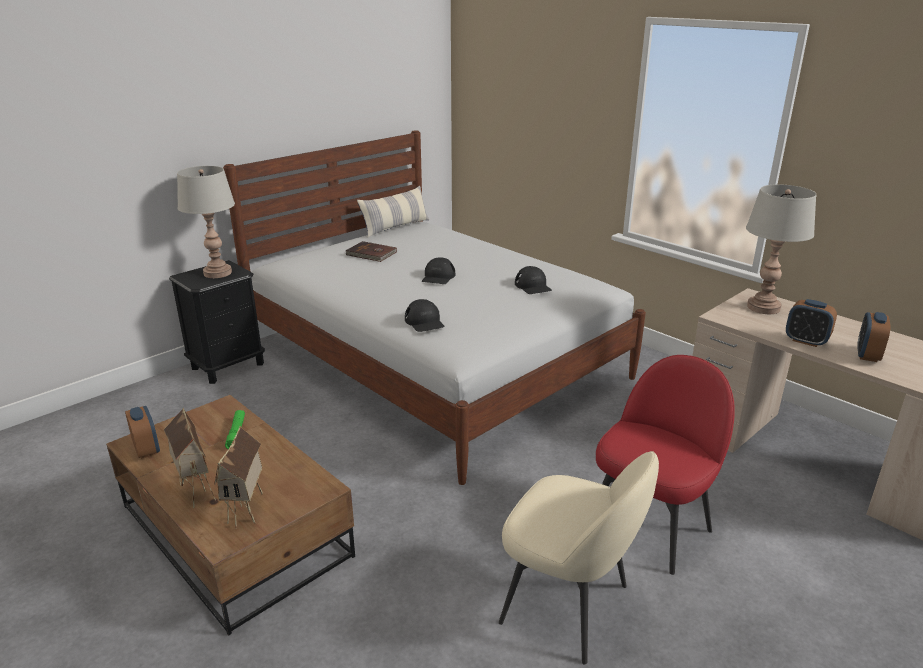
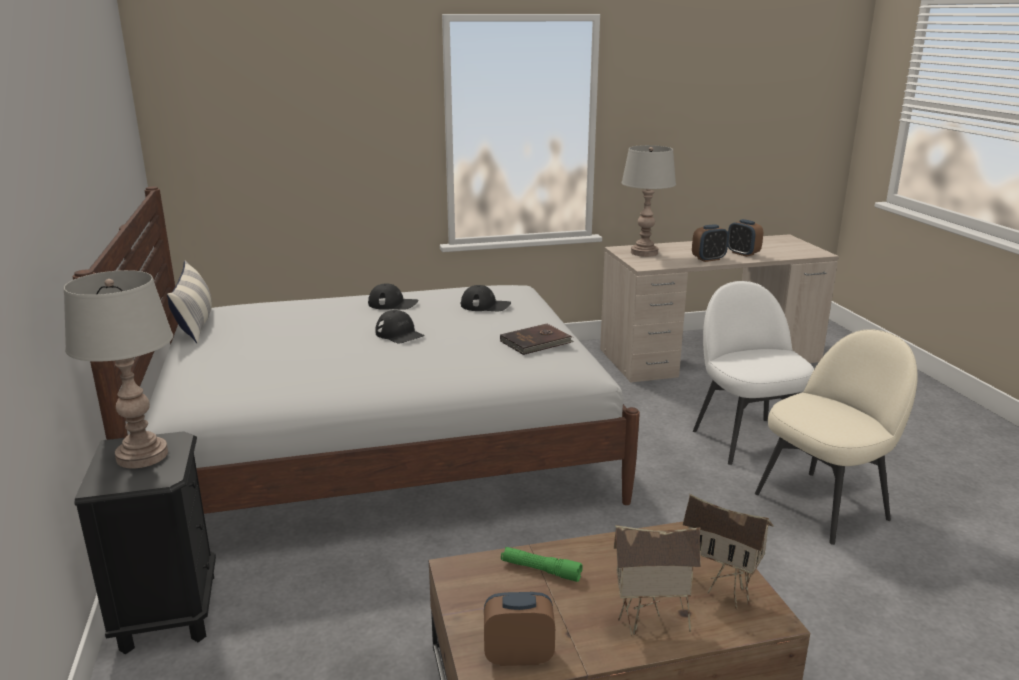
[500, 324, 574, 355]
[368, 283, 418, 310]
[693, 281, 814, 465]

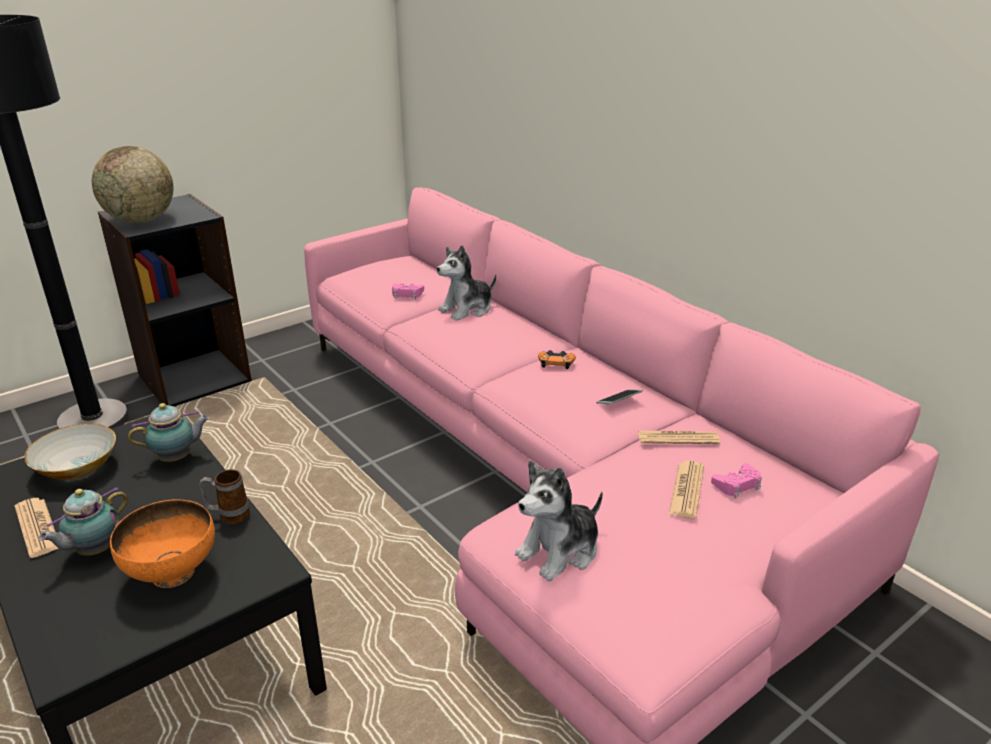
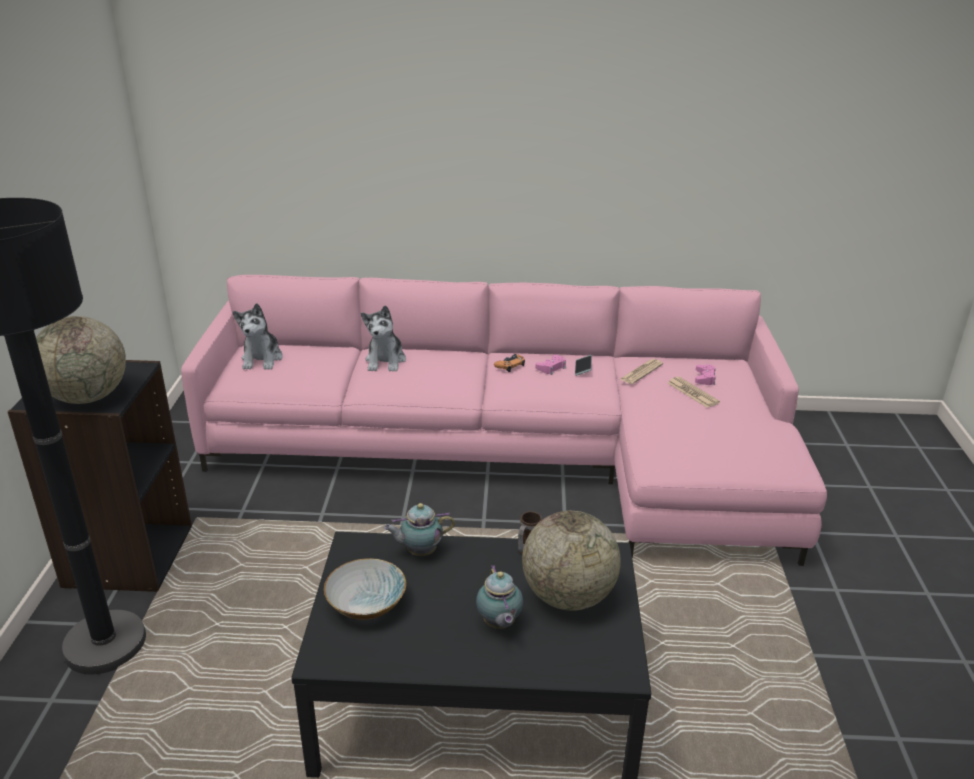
[14, 498, 59, 558] (first image)
[522, 511, 621, 611]
[384, 503, 455, 556]
[535, 355, 566, 375]
[233, 303, 283, 370]

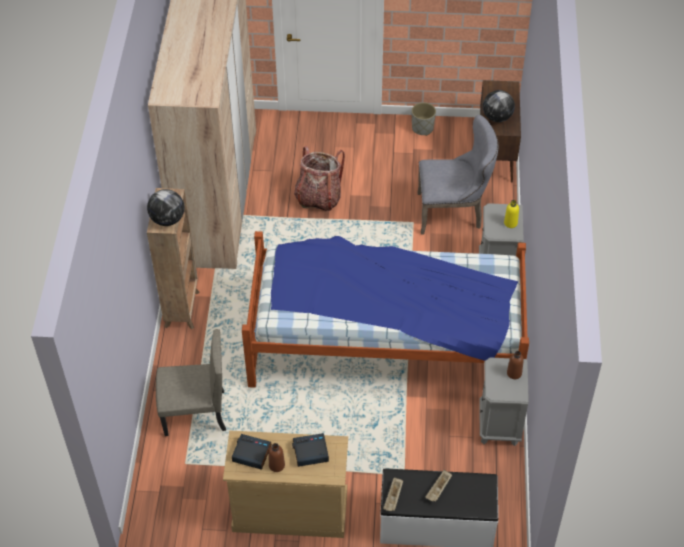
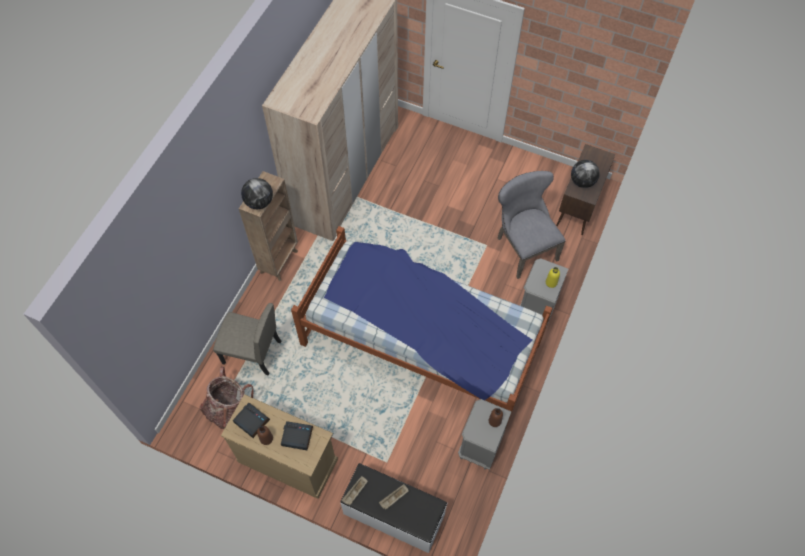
[199, 366, 254, 429]
[412, 102, 436, 136] (first image)
[497, 171, 566, 279]

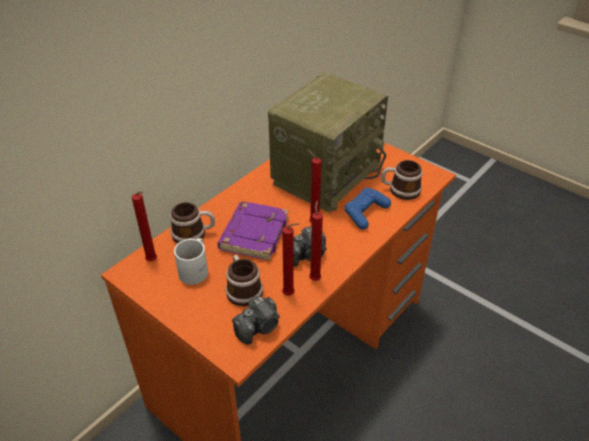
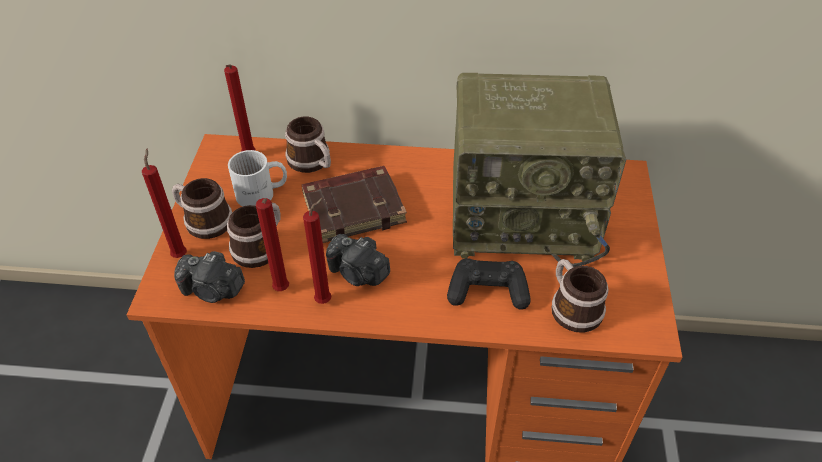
[302, 166, 407, 243]
[142, 149, 187, 258]
[447, 258, 531, 310]
[172, 178, 232, 239]

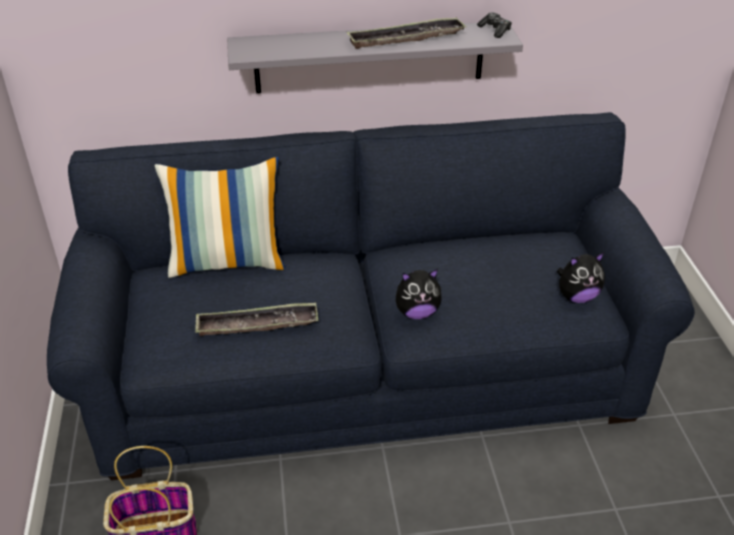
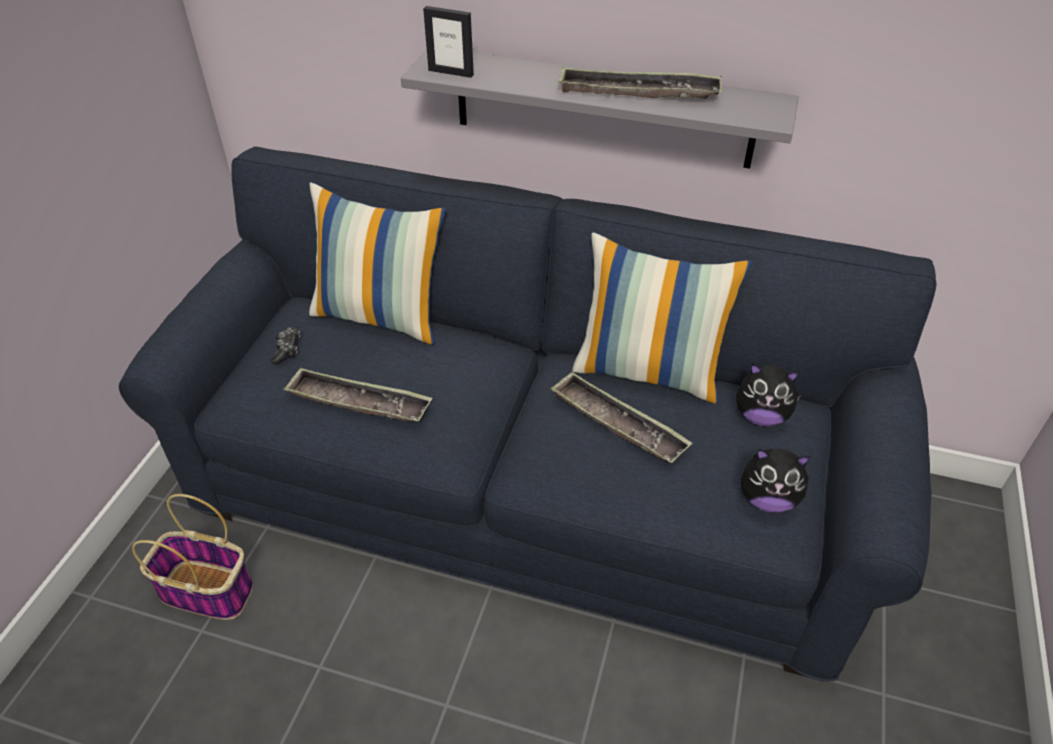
[736, 363, 802, 427]
[271, 327, 300, 364]
[423, 6, 474, 78]
[550, 371, 692, 463]
[572, 232, 752, 404]

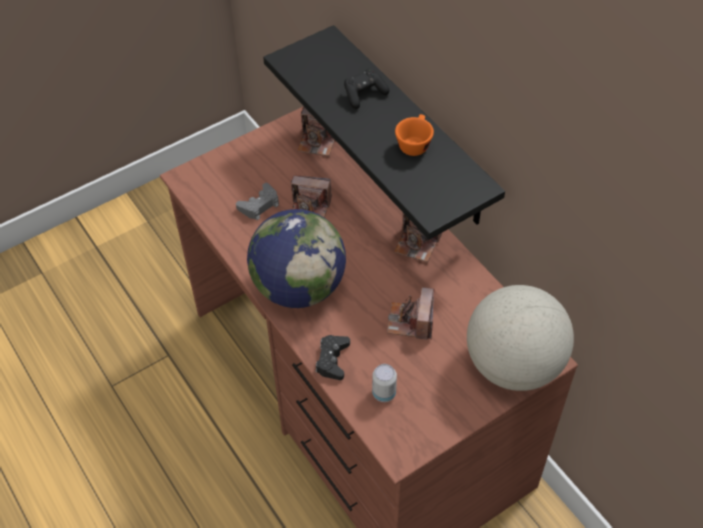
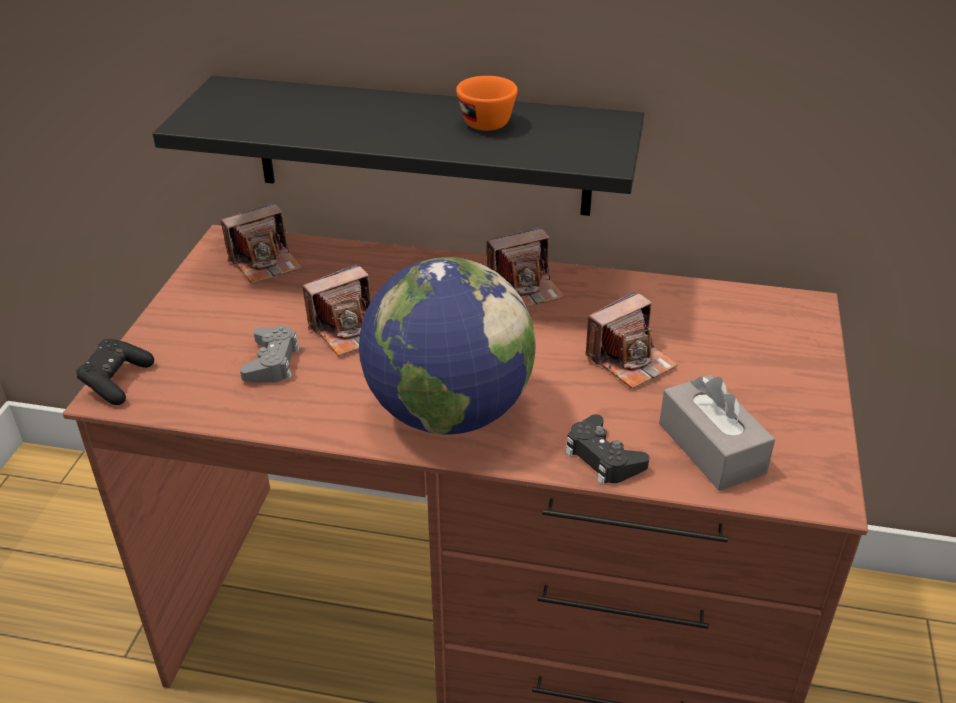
[76, 339, 154, 405]
[659, 375, 775, 491]
[585, 291, 678, 389]
[467, 285, 574, 391] (first image)

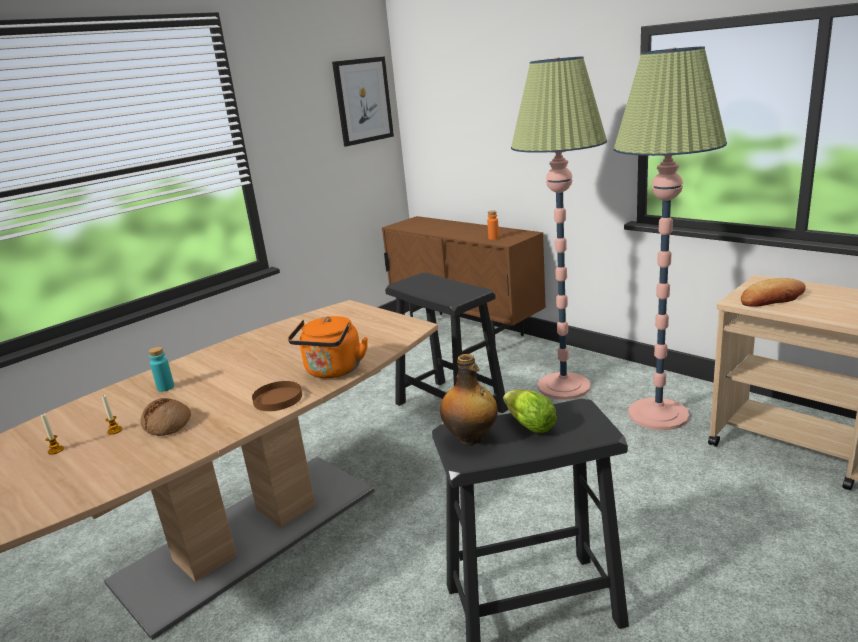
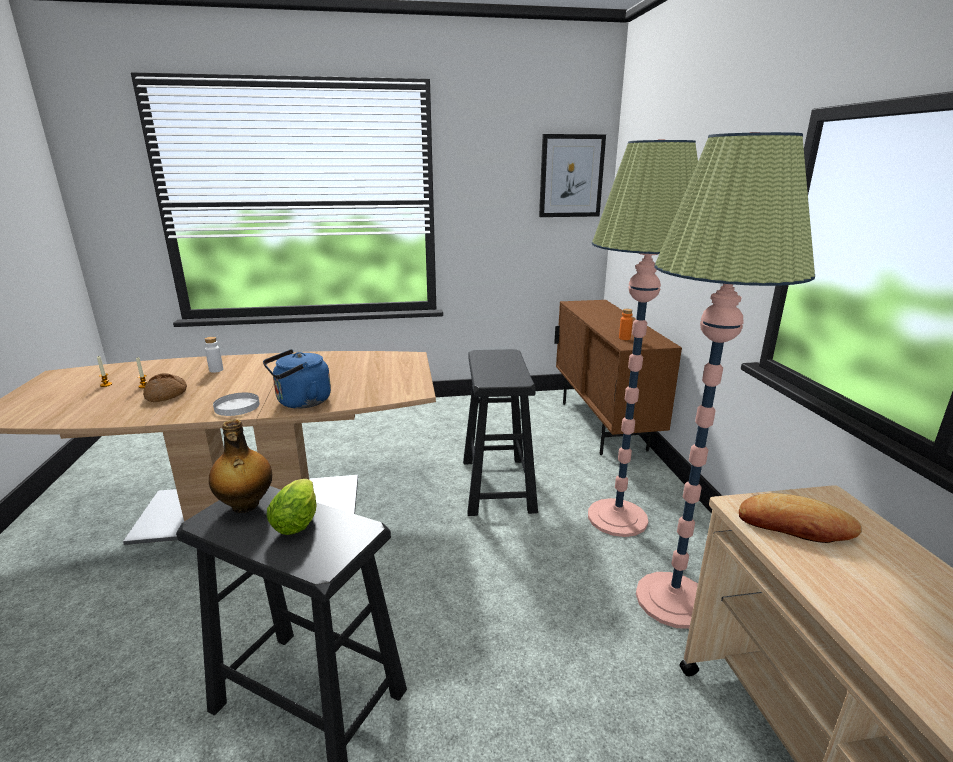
[205, 337, 223, 373]
[213, 393, 260, 416]
[263, 349, 331, 409]

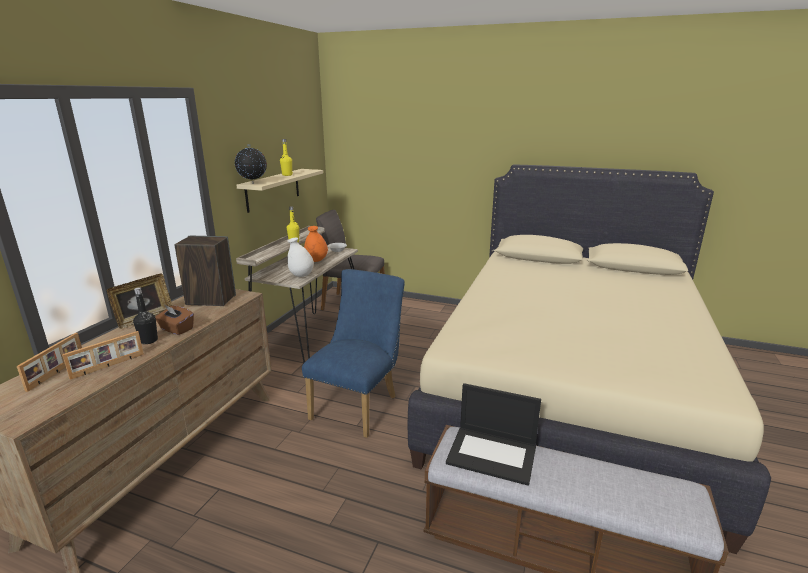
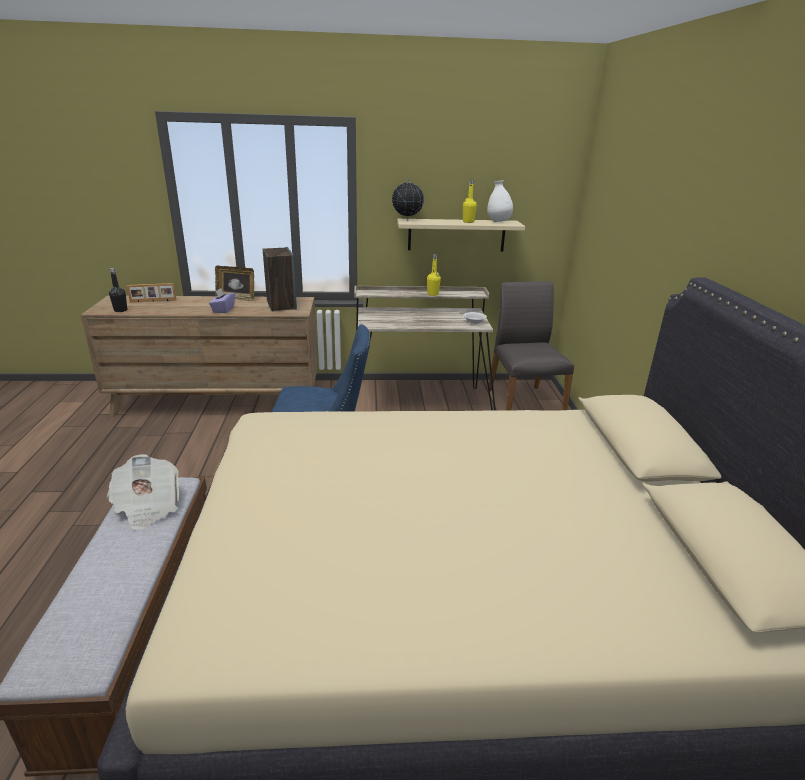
[62, 331, 144, 380] (first image)
[109, 268, 127, 312]
[209, 288, 235, 313]
[487, 180, 513, 222]
[304, 226, 328, 262] (first image)
[107, 454, 179, 530]

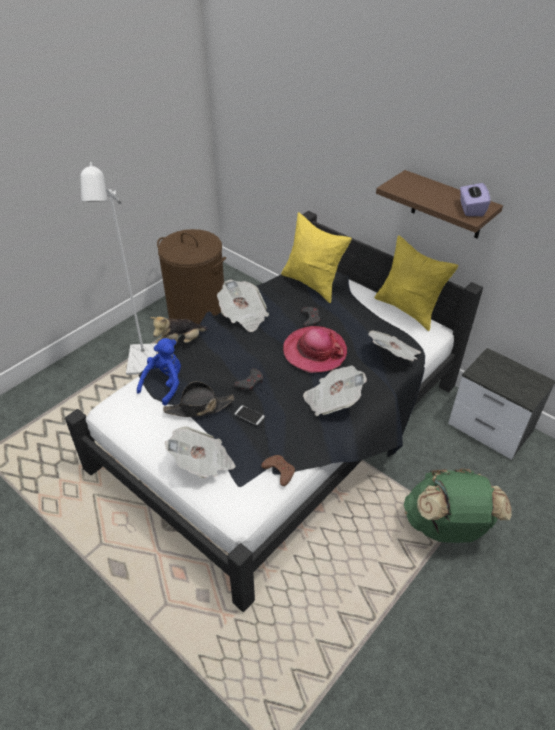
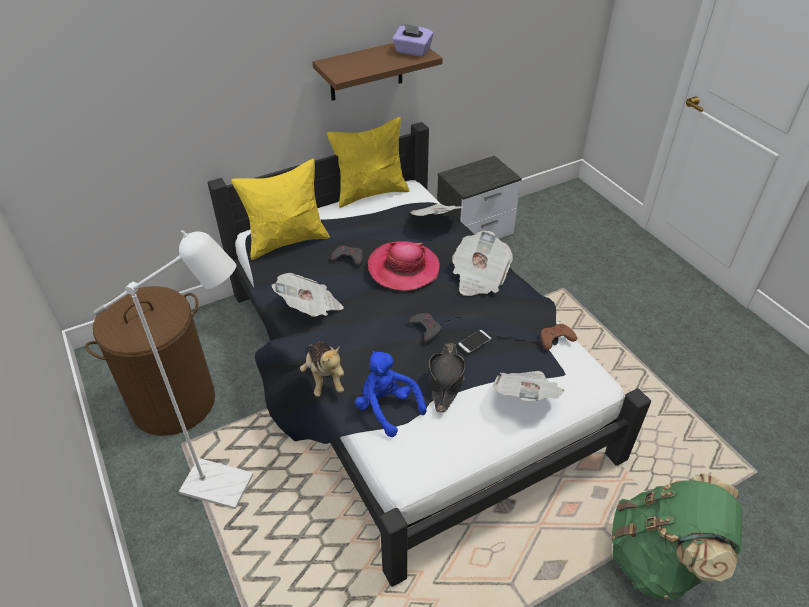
[612, 474, 742, 600]

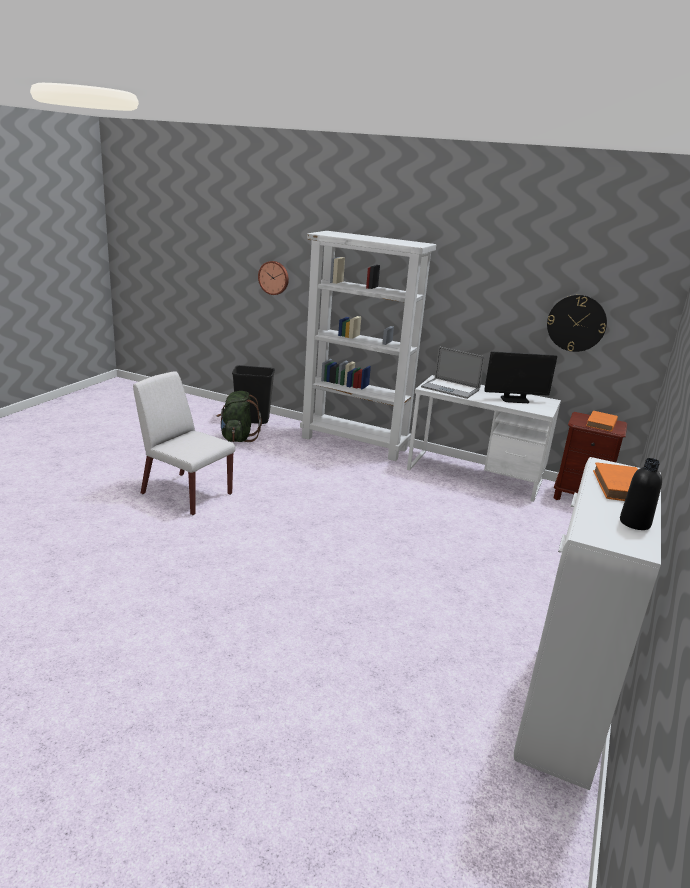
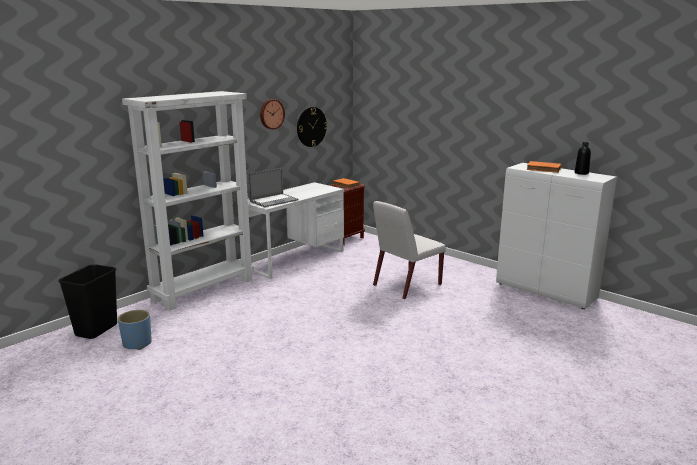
[373, 201, 446, 299]
[118, 310, 152, 350]
[260, 99, 285, 129]
[484, 351, 557, 403] (first image)

